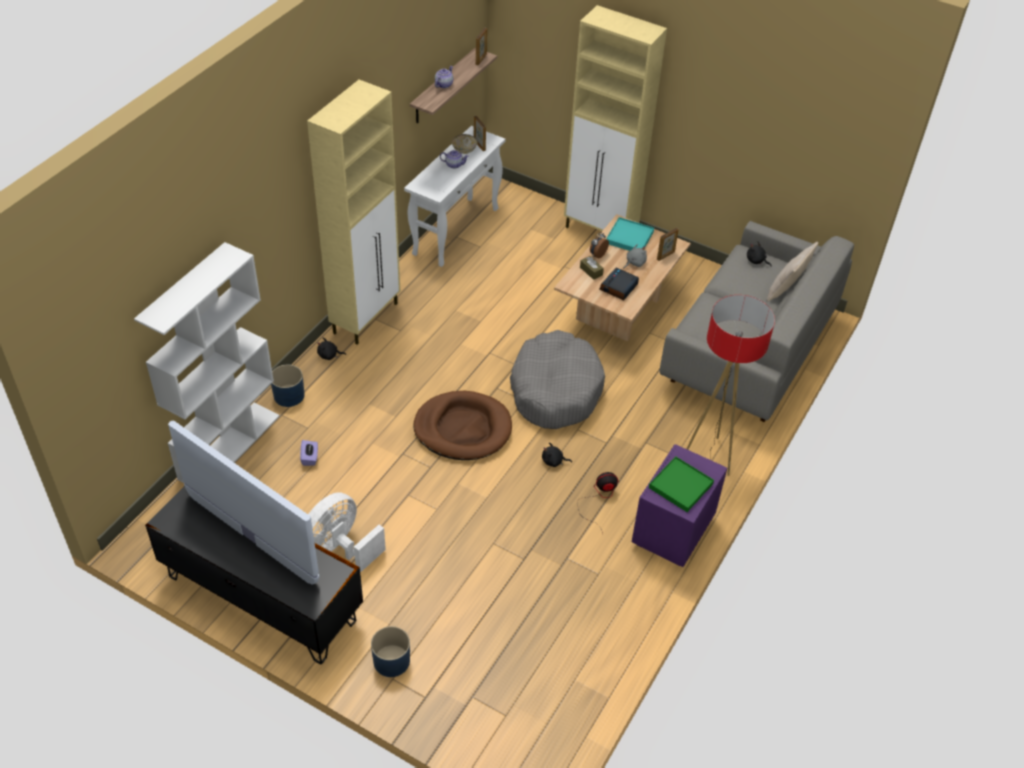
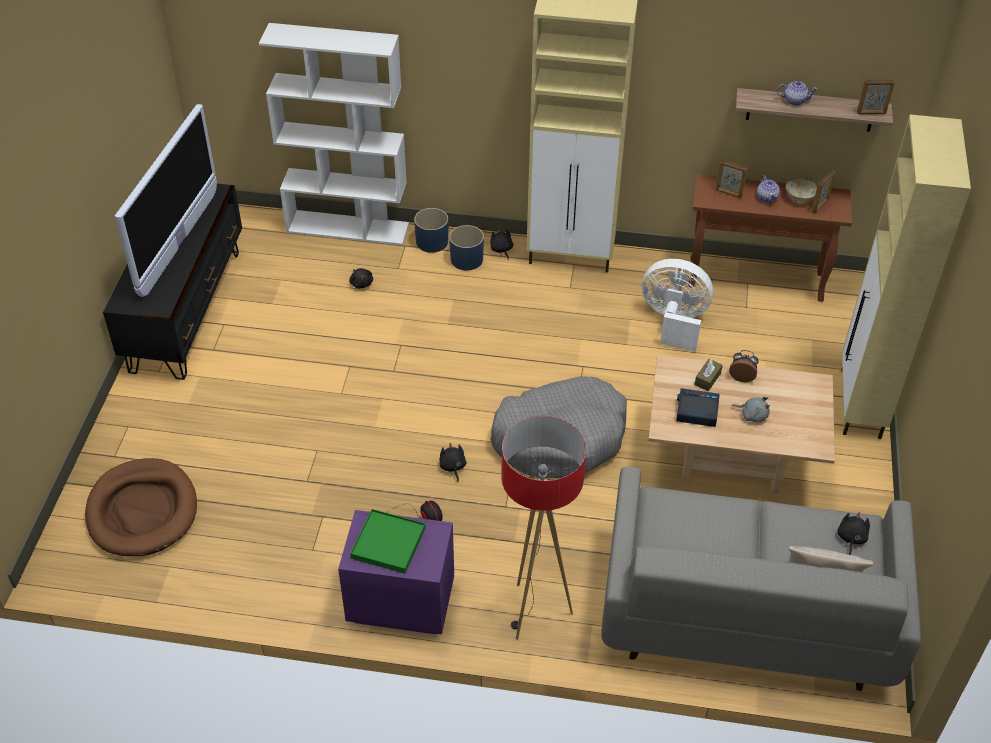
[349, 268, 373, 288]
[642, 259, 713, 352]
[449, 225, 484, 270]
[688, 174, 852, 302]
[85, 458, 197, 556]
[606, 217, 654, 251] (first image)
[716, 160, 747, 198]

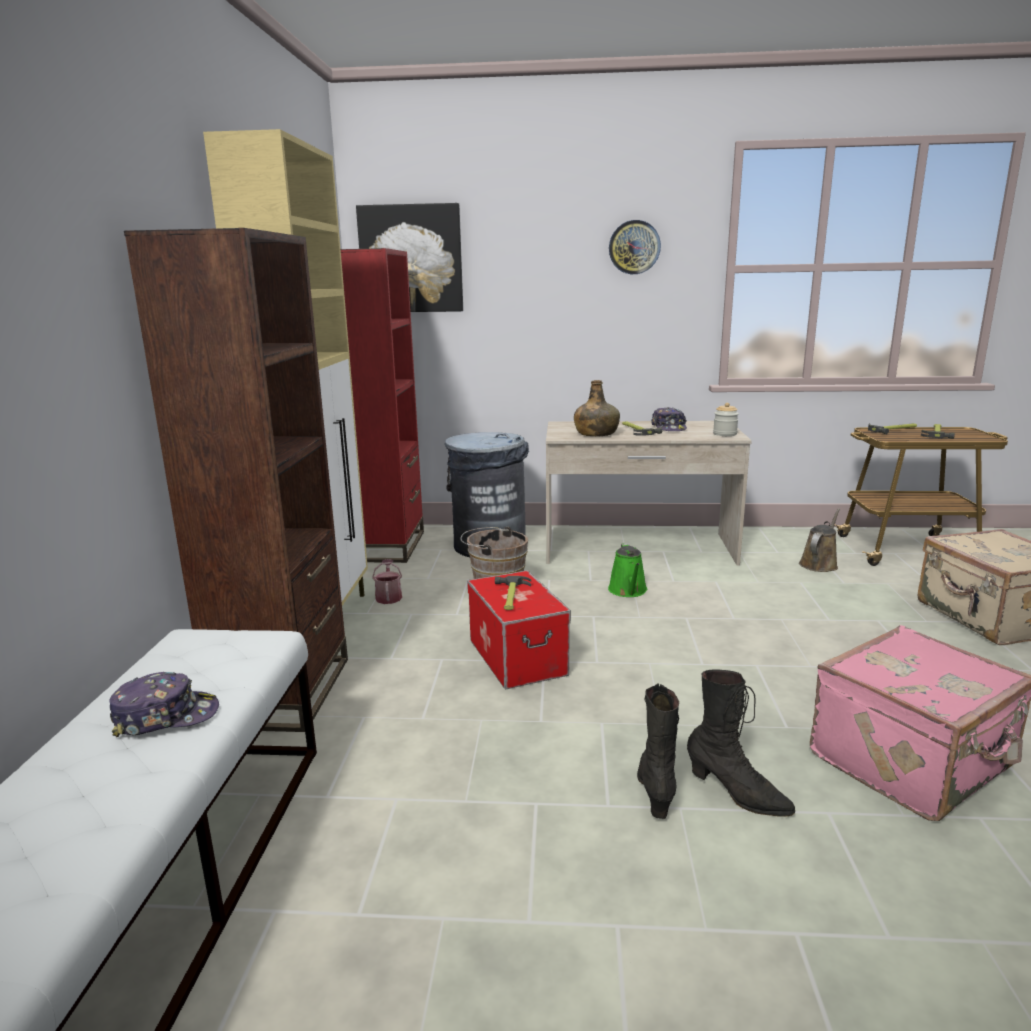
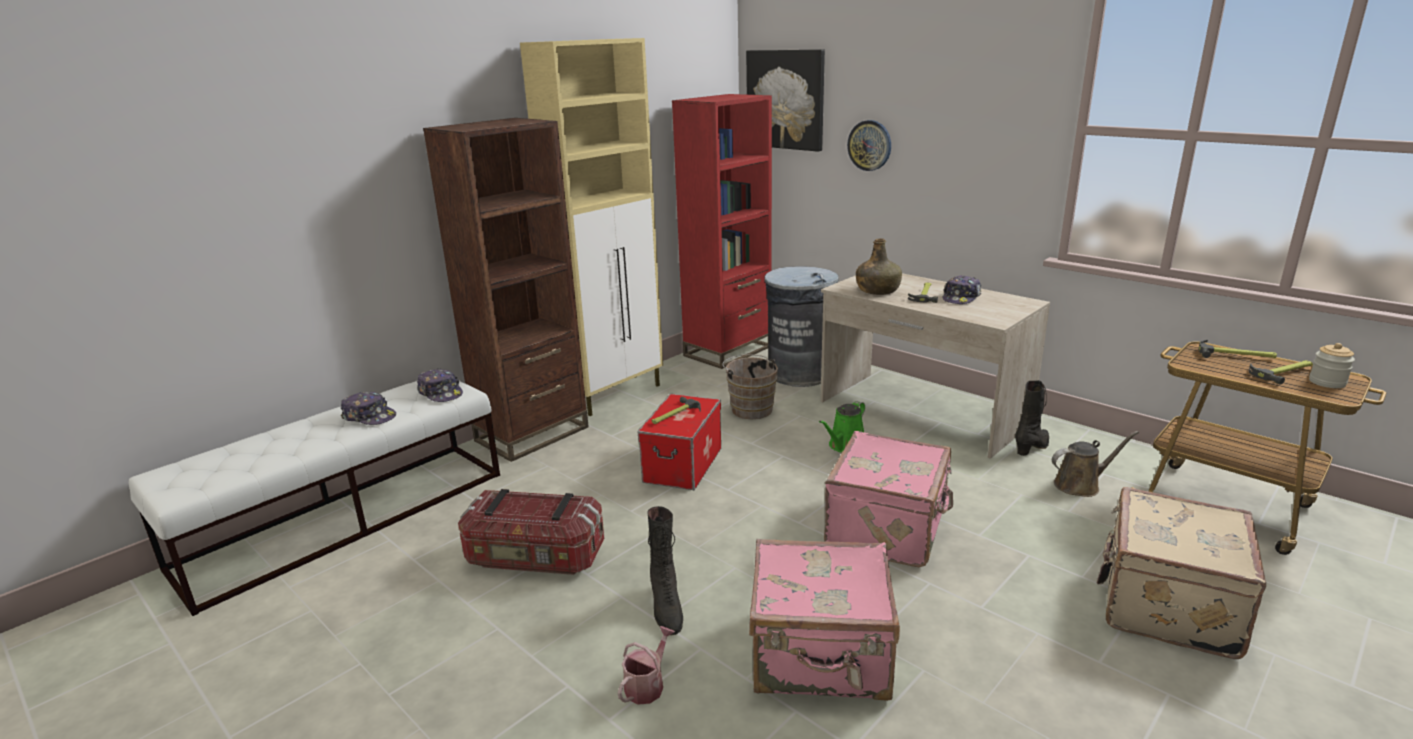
[618, 626, 675, 705]
[847, 120, 891, 171]
[1015, 380, 1049, 456]
[1309, 343, 1355, 388]
[417, 368, 463, 402]
[458, 489, 604, 575]
[824, 431, 953, 567]

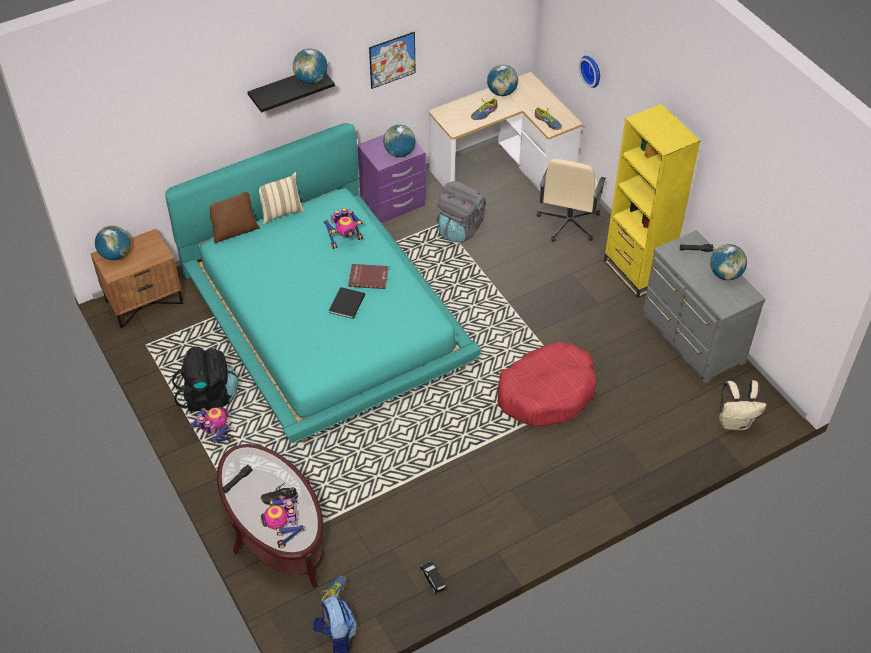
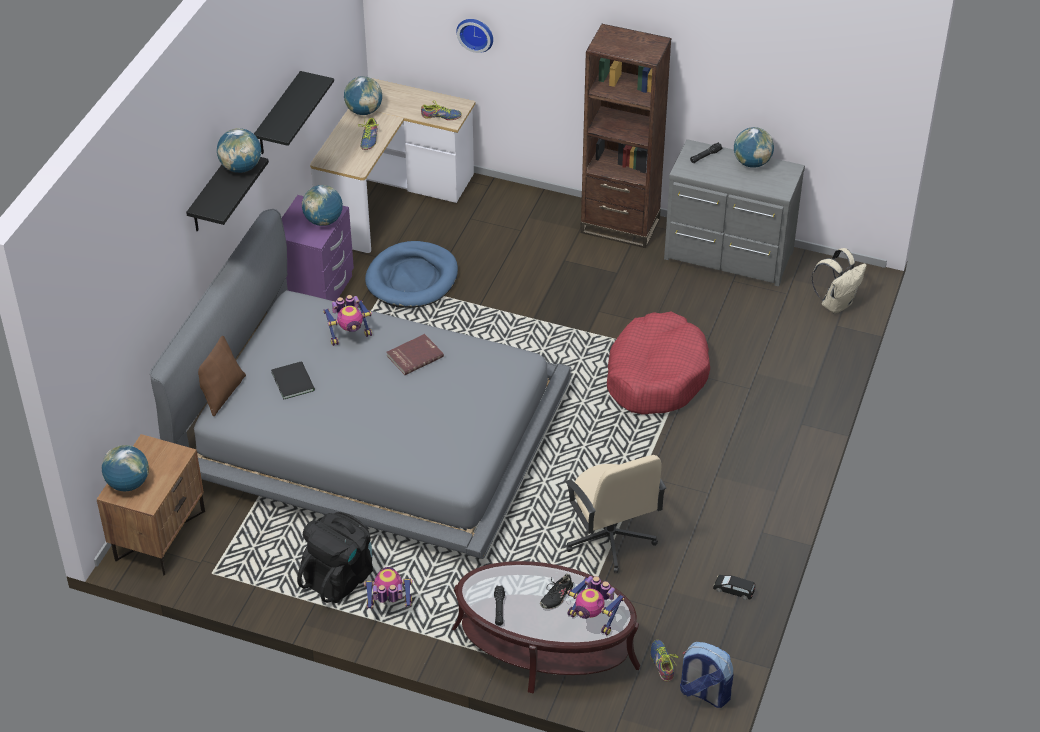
[150, 209, 572, 559]
[259, 172, 305, 224] (first image)
[323, 295, 372, 346]
[271, 361, 315, 399]
[254, 71, 334, 154]
[365, 241, 458, 308]
[565, 455, 666, 573]
[580, 24, 671, 248]

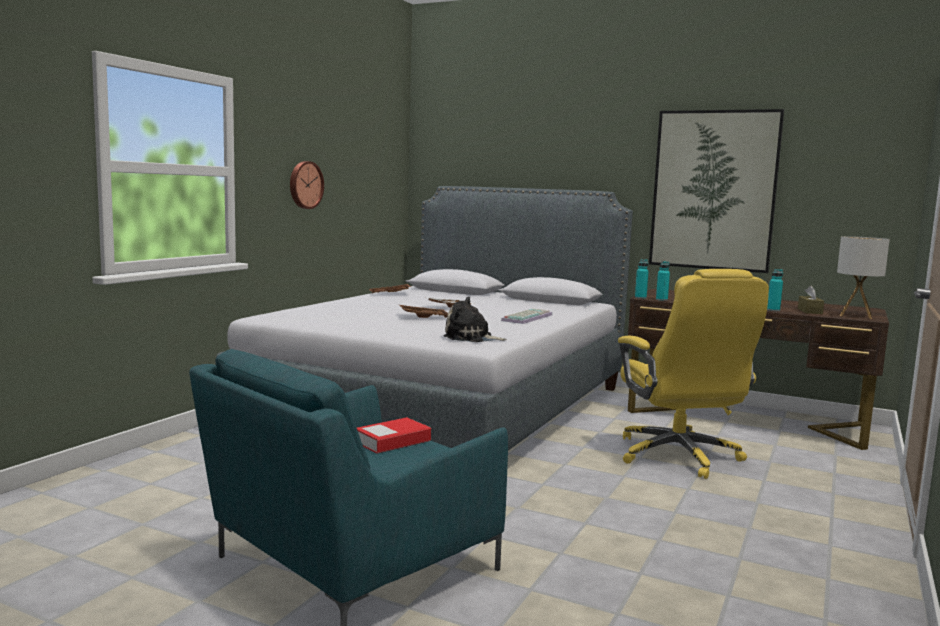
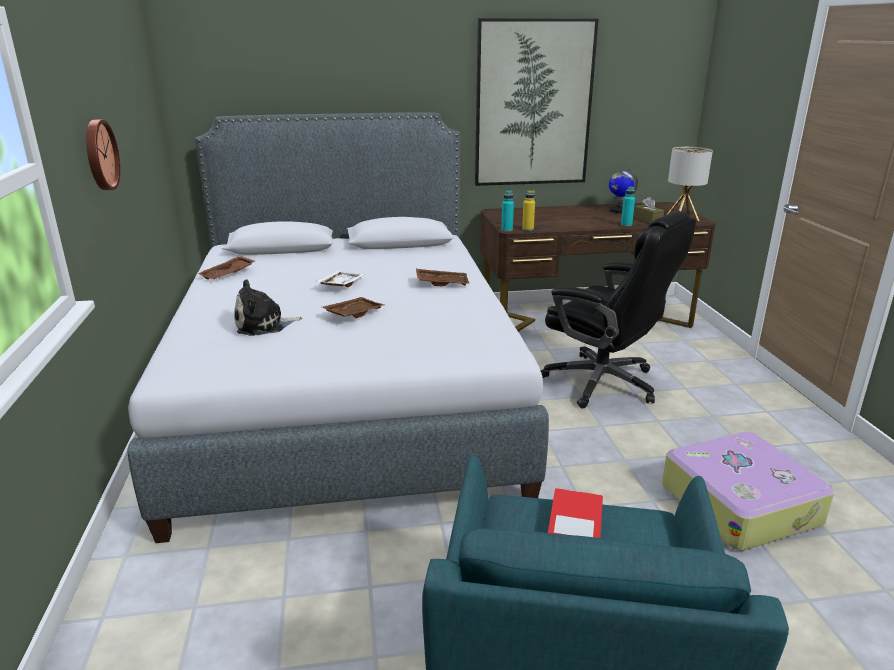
[234, 279, 302, 336]
[416, 269, 470, 286]
[540, 211, 696, 409]
[522, 190, 535, 231]
[609, 168, 638, 213]
[662, 432, 834, 551]

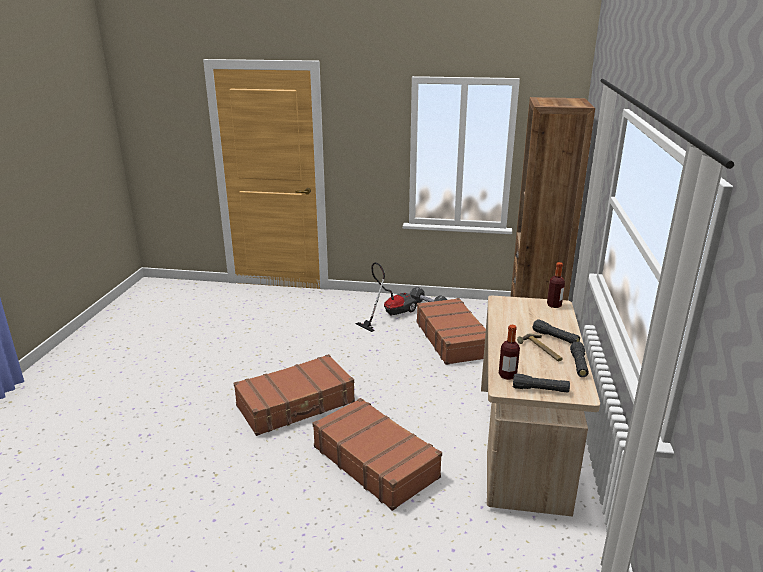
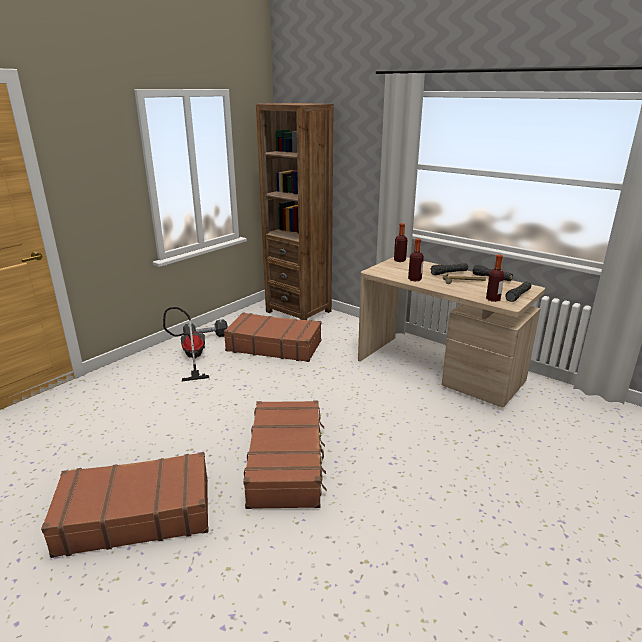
[41, 452, 209, 558]
[408, 239, 424, 281]

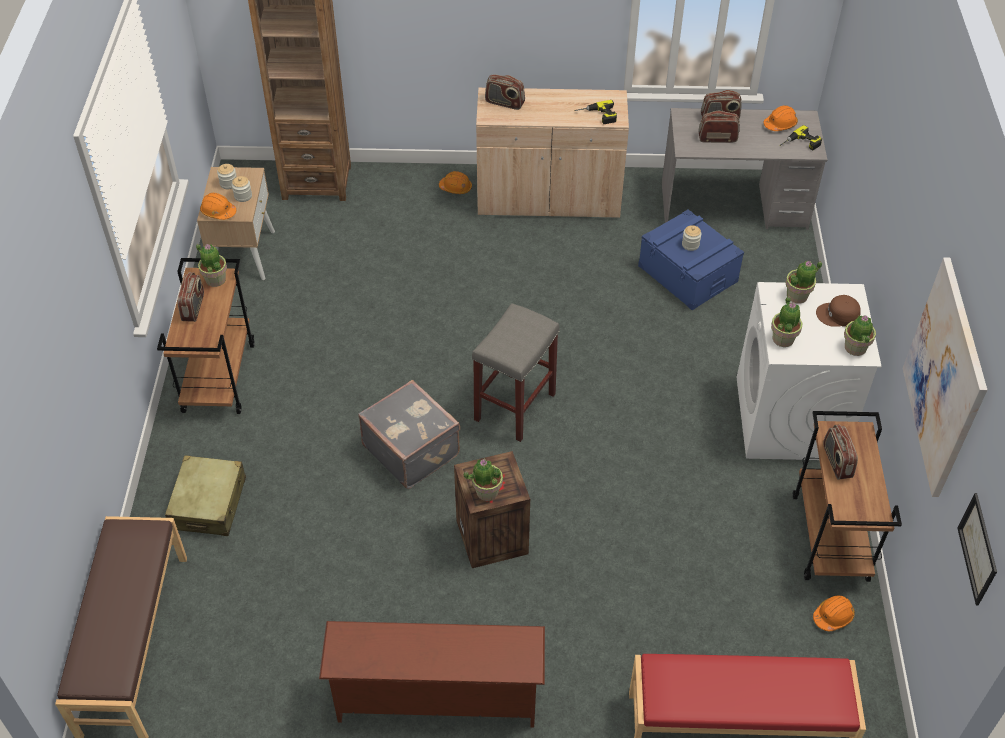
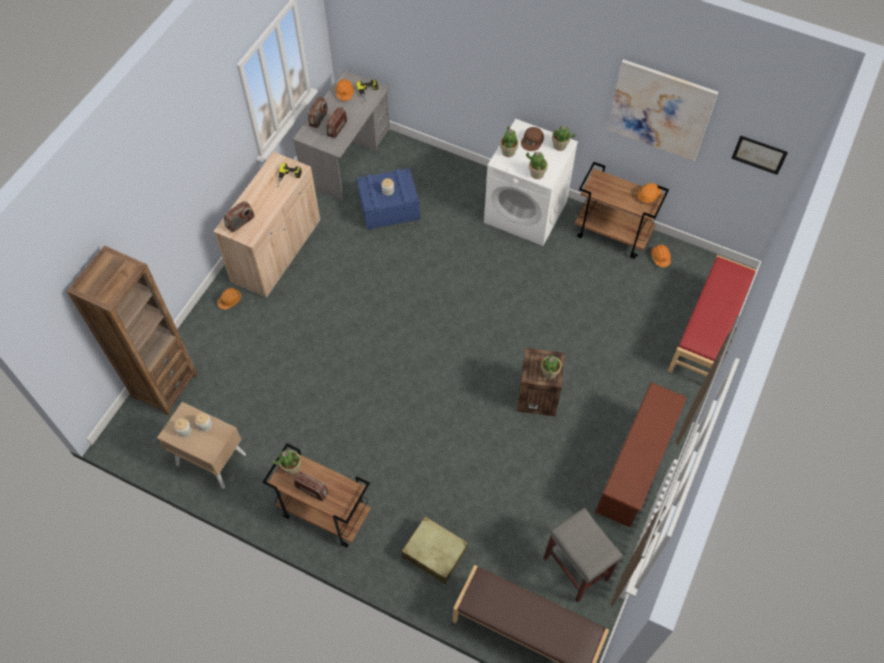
[637, 183, 662, 203]
[358, 380, 460, 489] (first image)
[544, 508, 623, 603]
[823, 424, 858, 480] (first image)

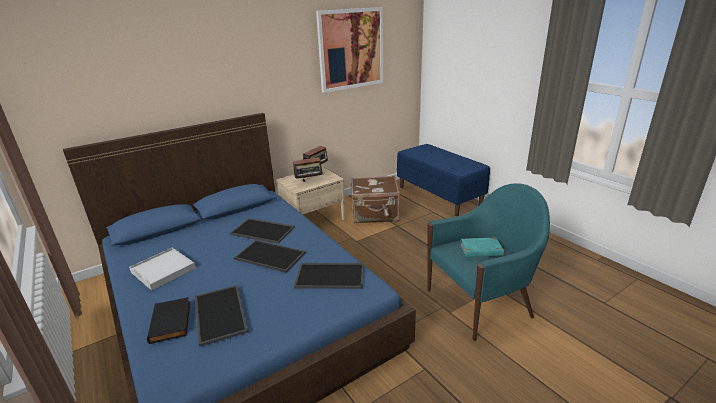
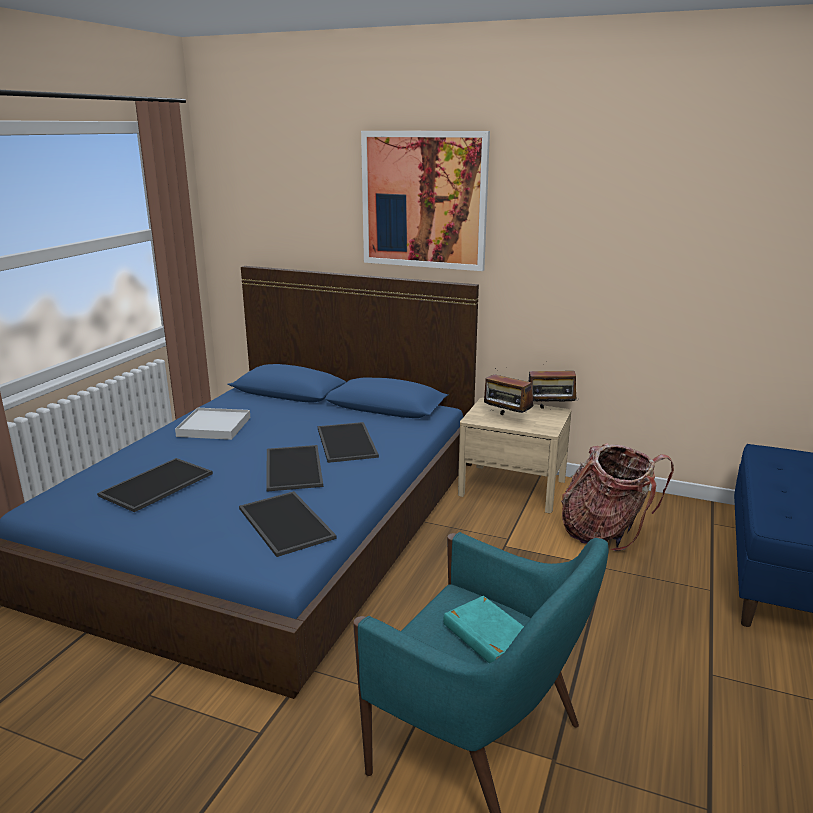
[147, 297, 190, 344] (first image)
[361, 131, 490, 271]
[561, 443, 674, 551]

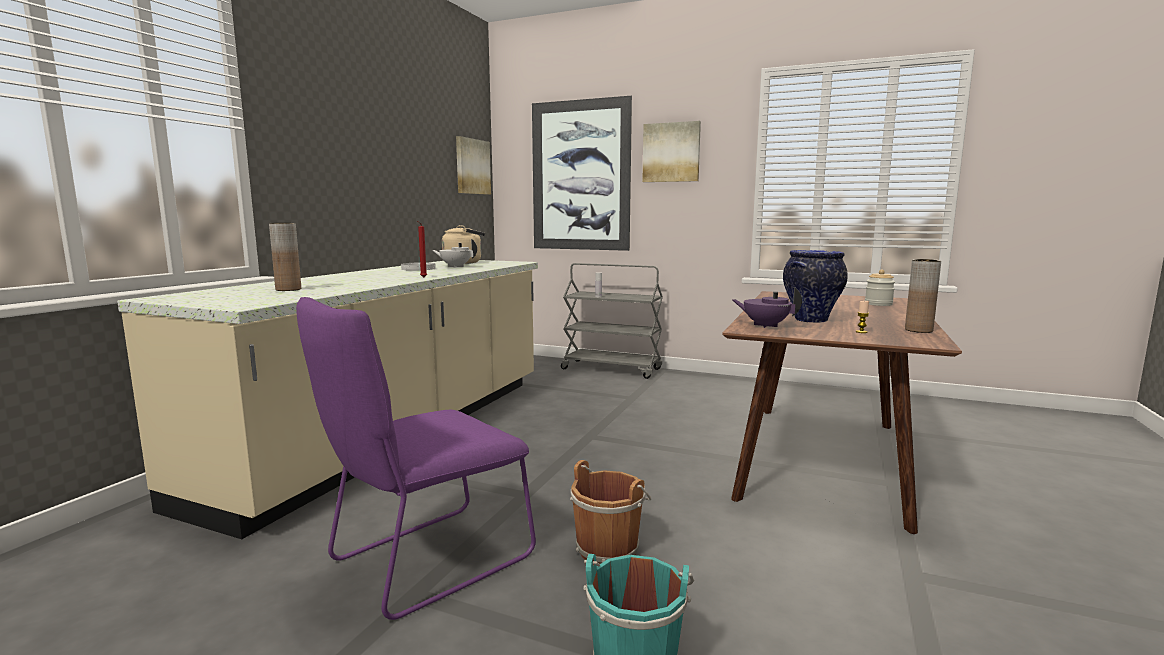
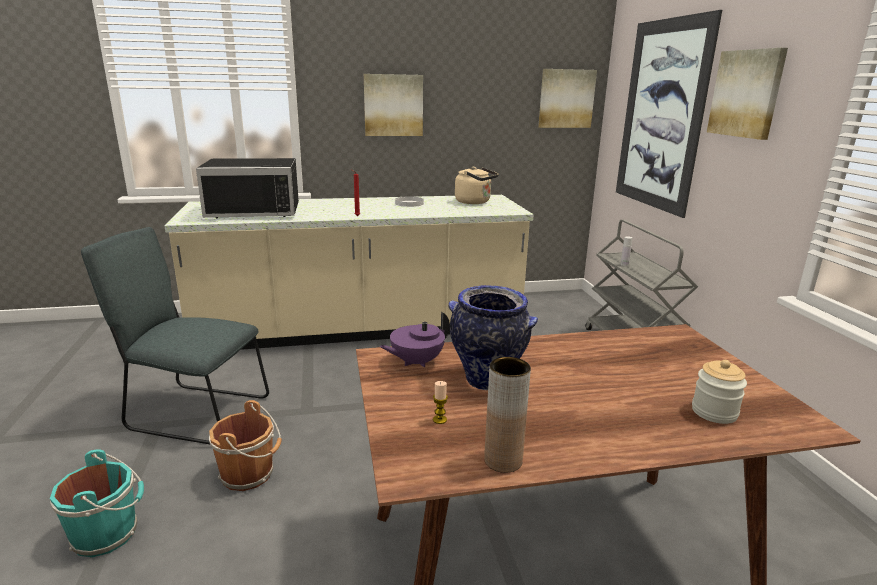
[196, 158, 299, 218]
[81, 227, 269, 444]
[432, 239, 477, 268] (first image)
[379, 312, 450, 367]
[364, 74, 423, 136]

